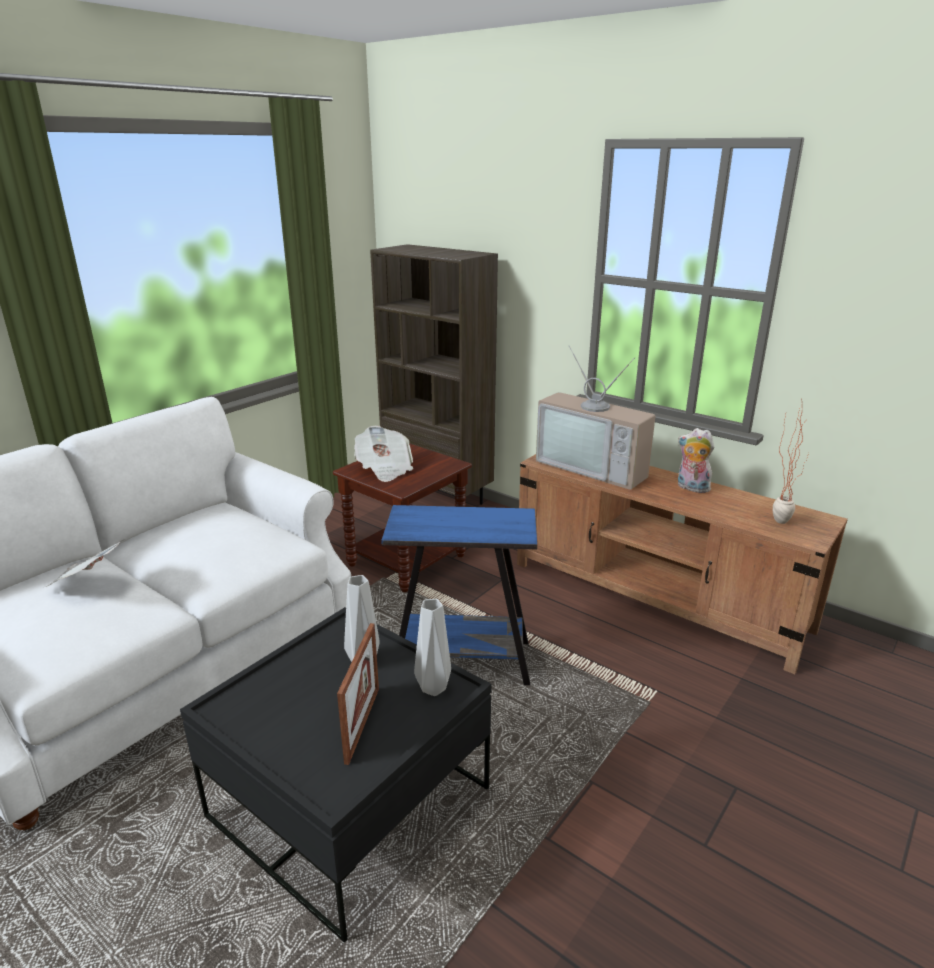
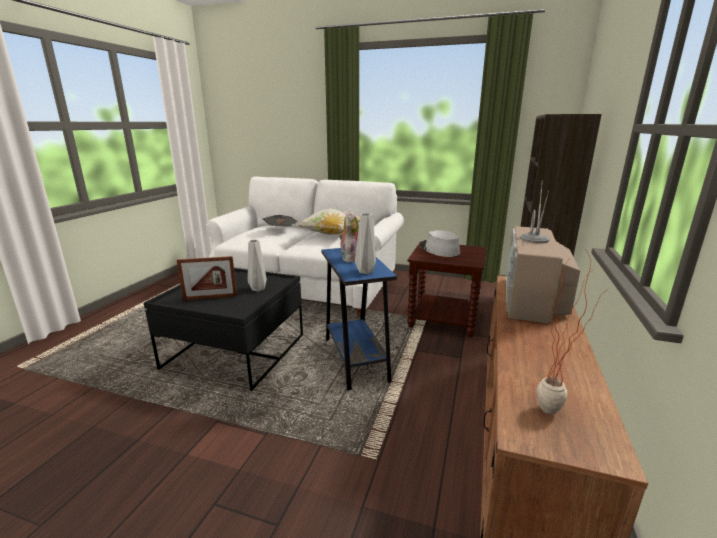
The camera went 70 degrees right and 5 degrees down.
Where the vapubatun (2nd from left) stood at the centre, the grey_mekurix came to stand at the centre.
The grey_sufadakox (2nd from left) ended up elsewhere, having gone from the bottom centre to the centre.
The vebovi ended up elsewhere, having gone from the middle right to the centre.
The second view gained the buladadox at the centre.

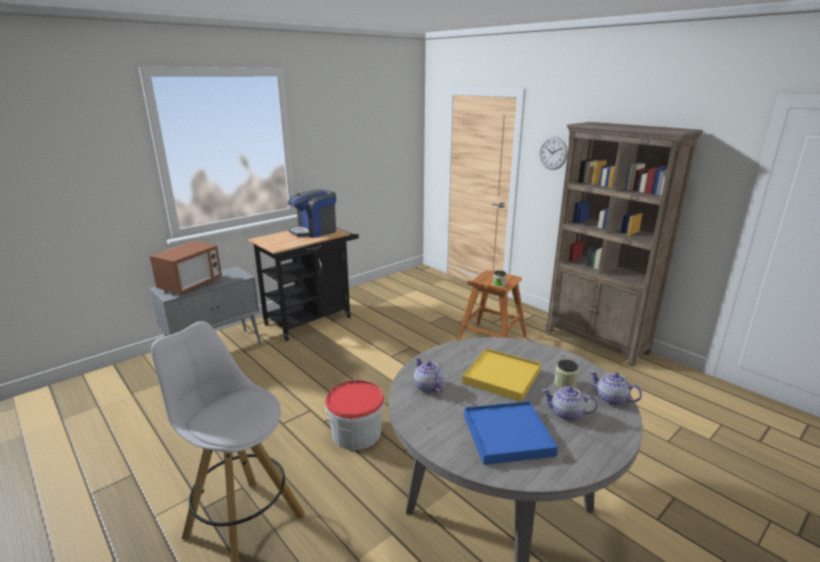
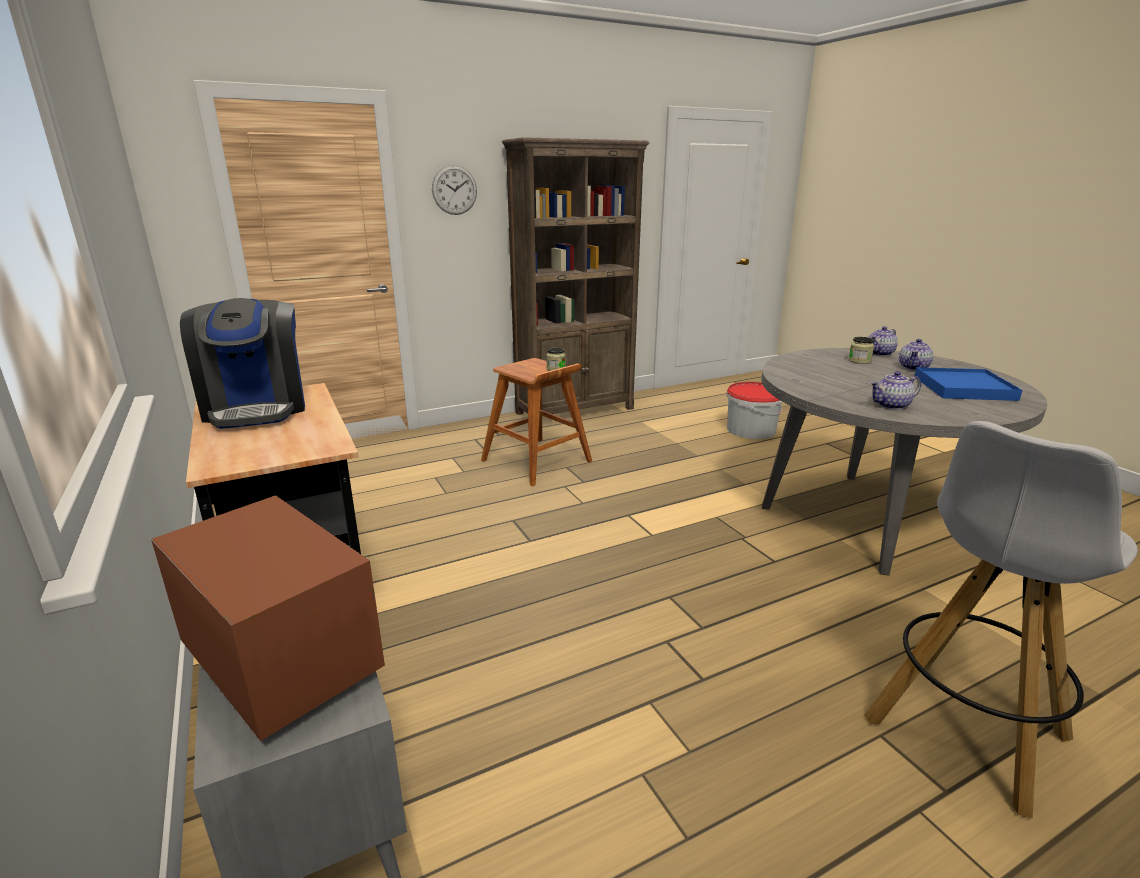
The camera went 75 degrees left and 0 degrees up.
The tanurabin ended up elsewhere, having gone from the bottom centre to the centre.
The second view lost the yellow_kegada at the bottom centre.

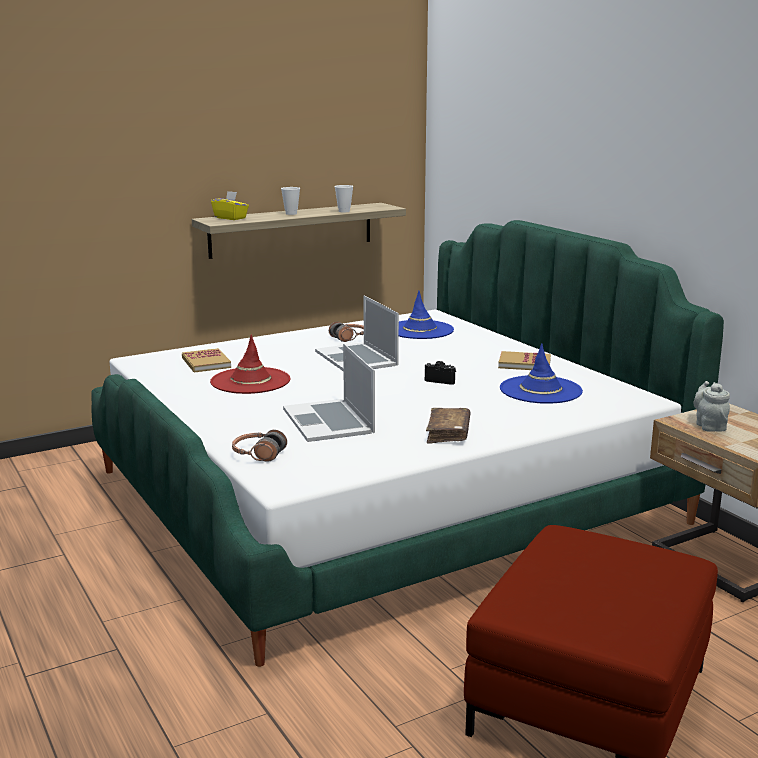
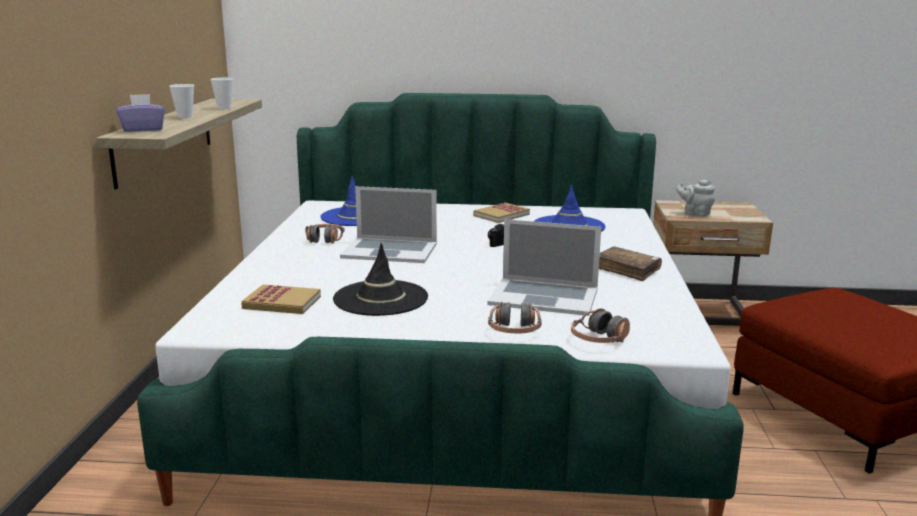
The camera went 55 degrees left and 0 degrees up.
What was the red_mekurix at the middle left turned into the black_mekurix at the centre.
What was the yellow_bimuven at the top left turned into the purple_bimuven at the top left.
The second view gained the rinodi (2nd from left) at the centre.

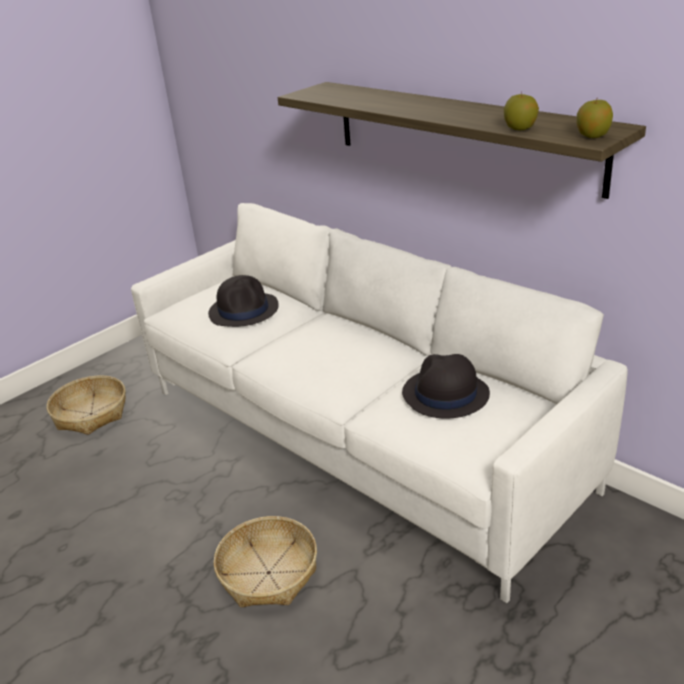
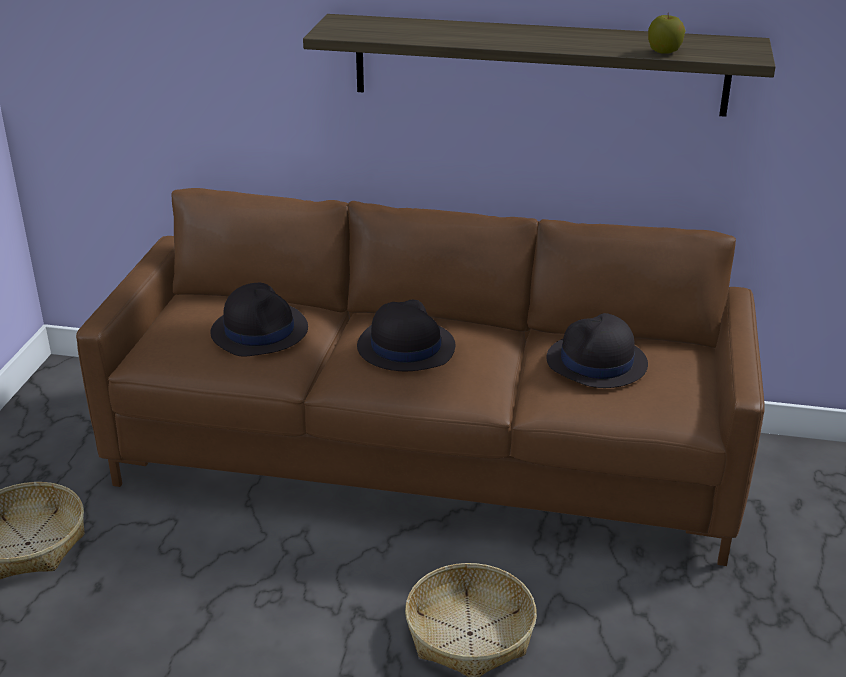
The camera went 35 degrees left and 0 degrees up.
What was the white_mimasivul at the centre turned into the brown_mimasivul at the centre.
The second view lost the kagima (2nd from left) at the top right.
The second view gained the black_mekurix (2nd from left) at the centre.

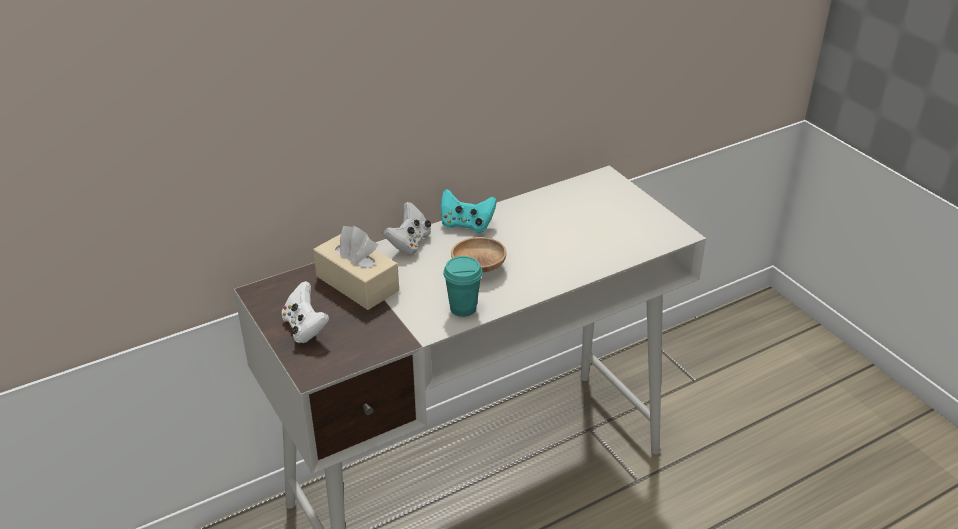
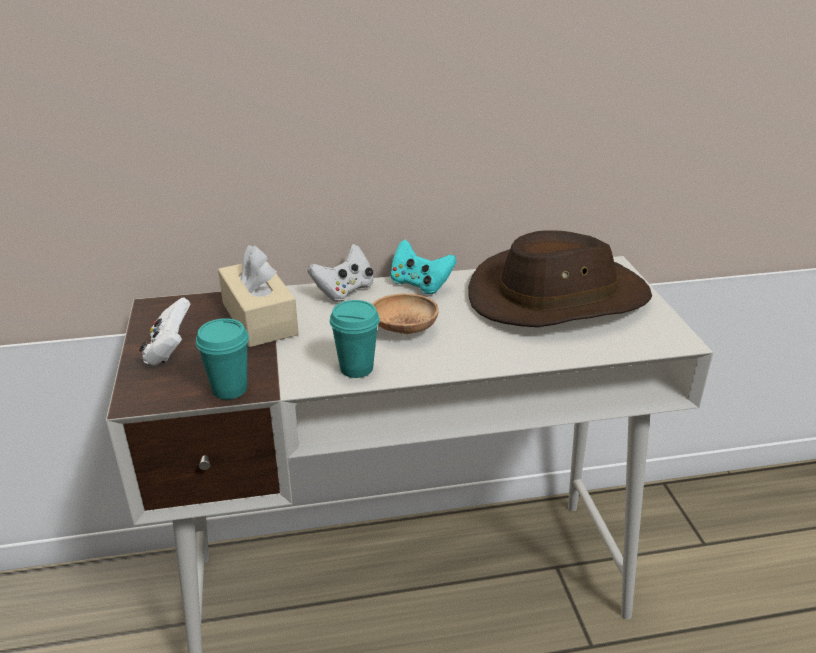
The camera went 20 degrees right and 5 degrees down.
The second view gained the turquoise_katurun (1st from left) at the middle left.
The second view gained the brown_mekurix at the middle right.

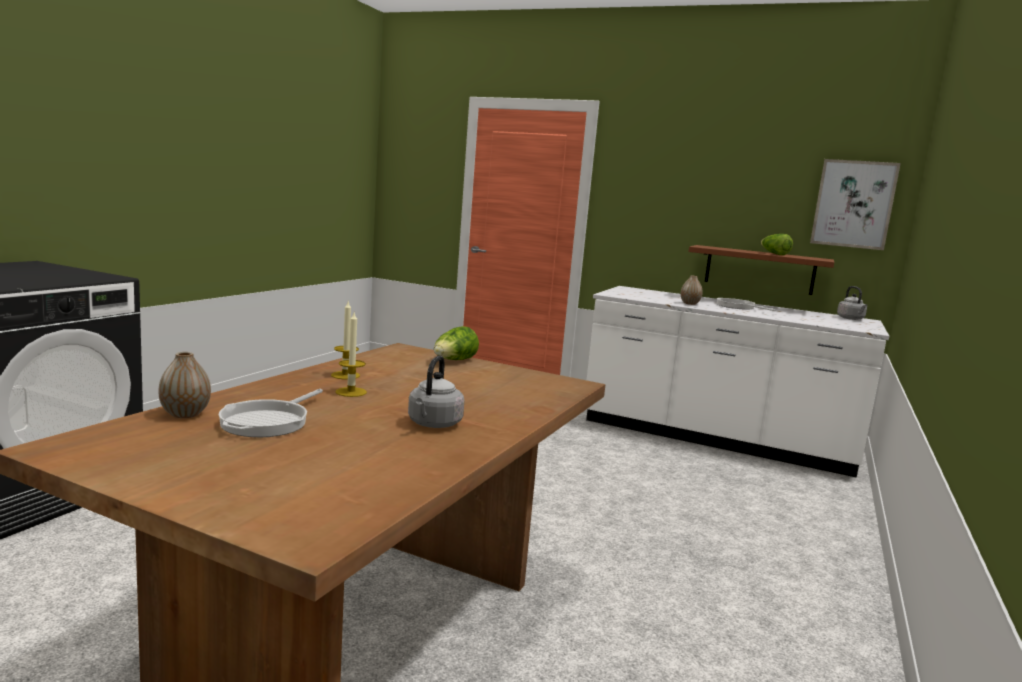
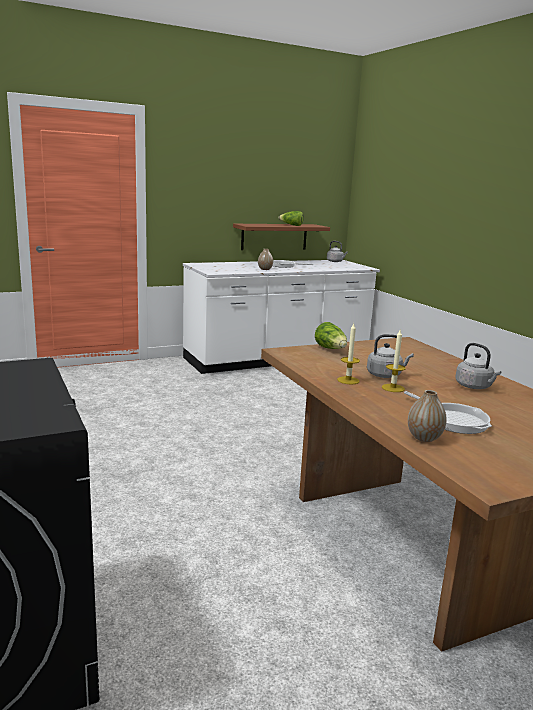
The camera went 50 degrees left and 5 degrees up.
The second view lost the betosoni at the top right.
The second view gained the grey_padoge (2nd from left) at the middle right.

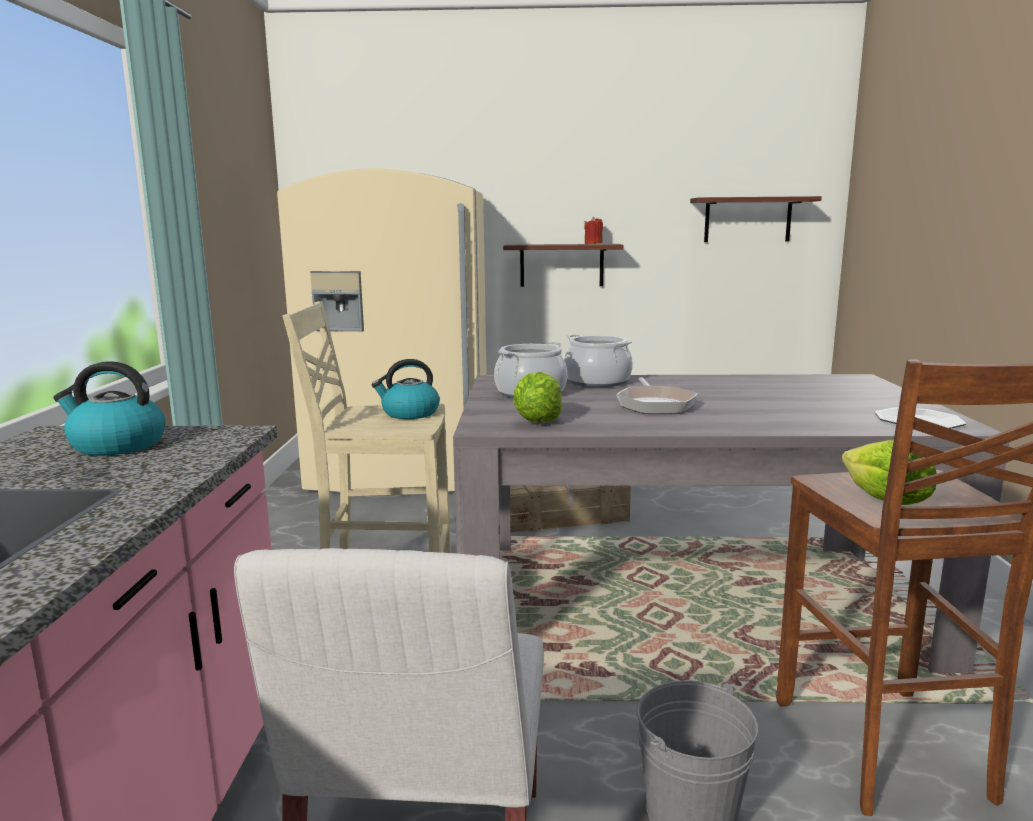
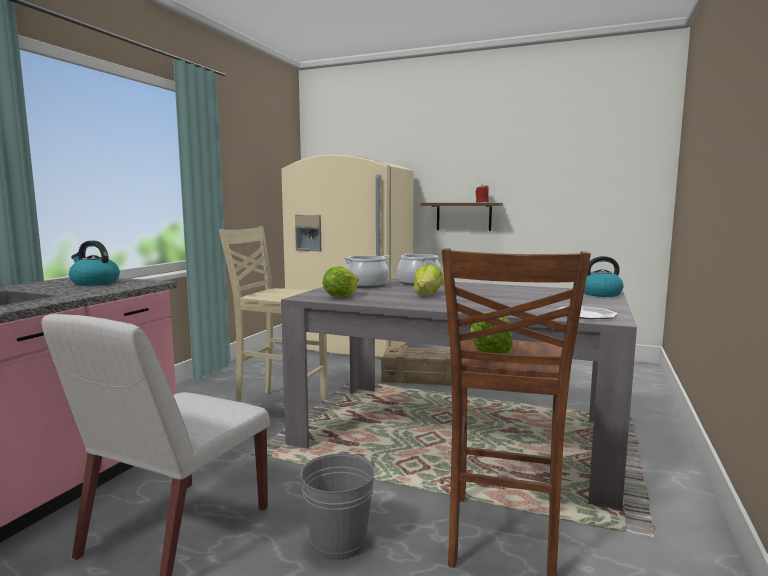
The camera went 20 degrees right and 5 degrees down.
The padoge (2nd from left) ended up elsewhere, having gone from the centre to the middle right.
Where the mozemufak stood at the centre, the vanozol (2nd from left) came to stand at the centre.
The second view lost the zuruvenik (2nd from left) at the top right.

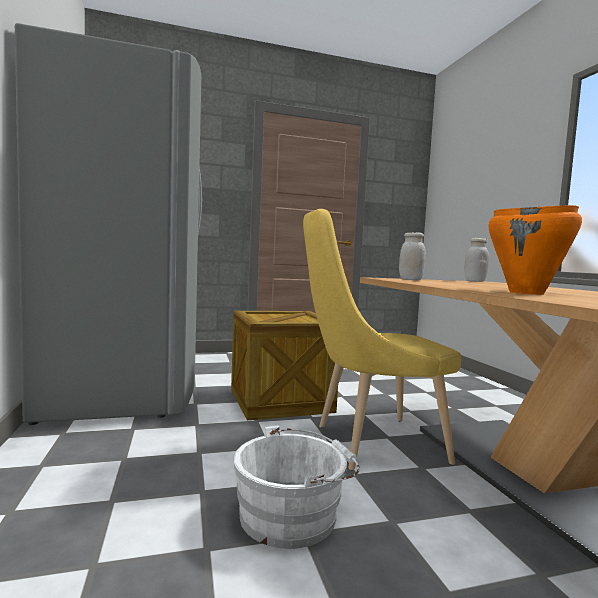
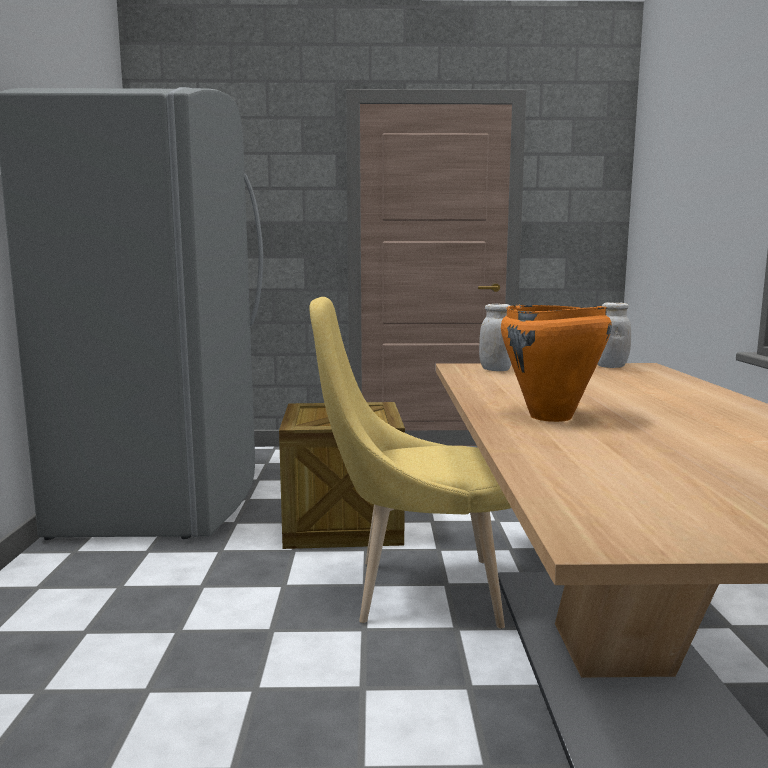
The camera went 15 degrees right and 5 degrees up.
The second view lost the white_tanurabin at the bottom centre.

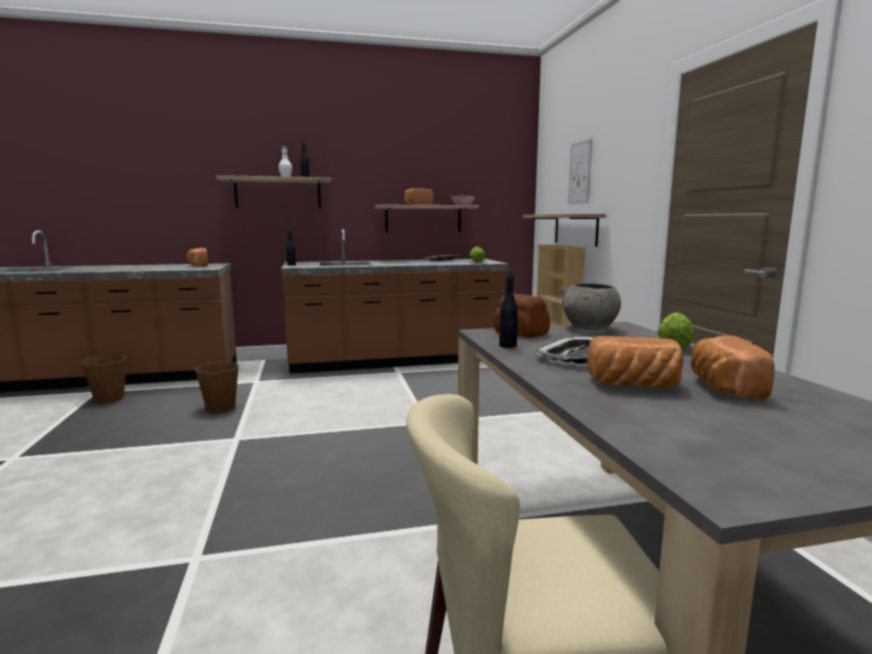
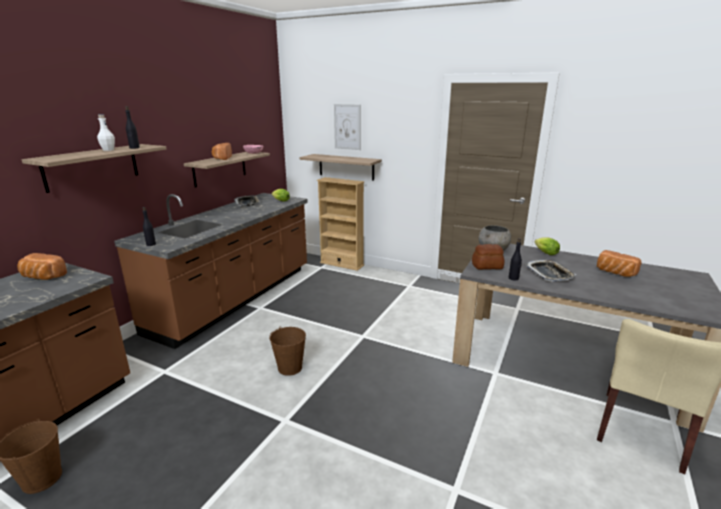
The camera went 50 degrees left and 10 degrees up.
The brown_tanurabin (2nd from left) ended up elsewhere, having gone from the middle left to the bottom centre.
The second view lost the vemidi (4th from left) at the middle right.

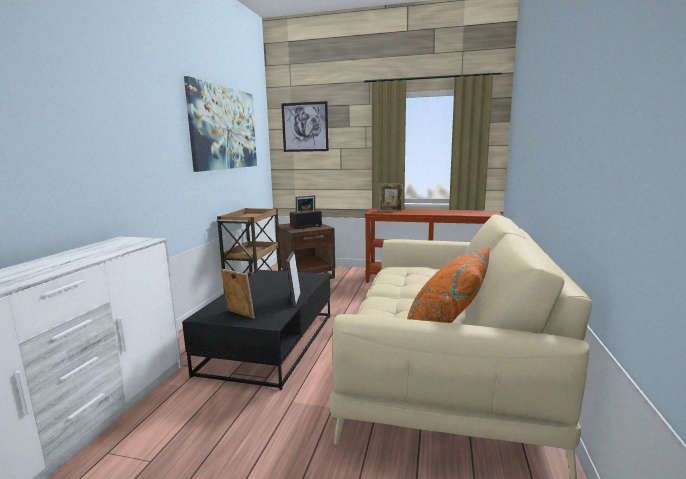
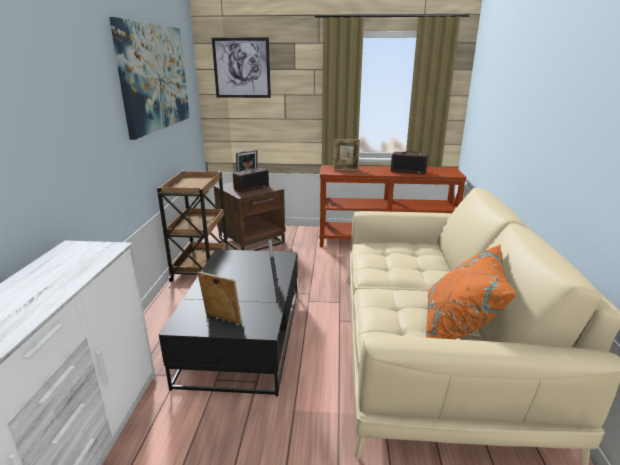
The camera went 10 degrees left and 10 degrees up.
The second view gained the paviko (2nd from left) at the centre.

